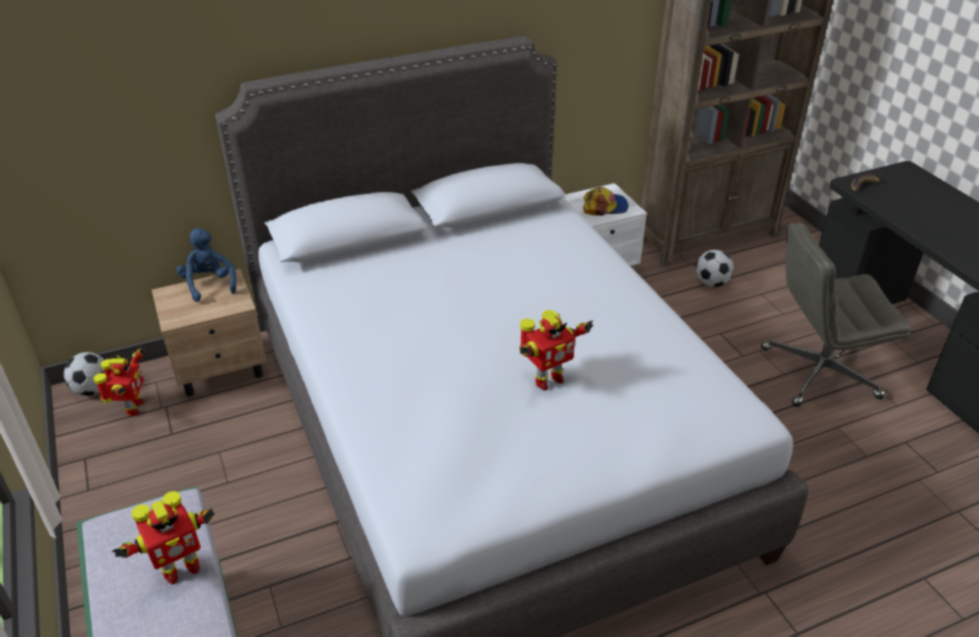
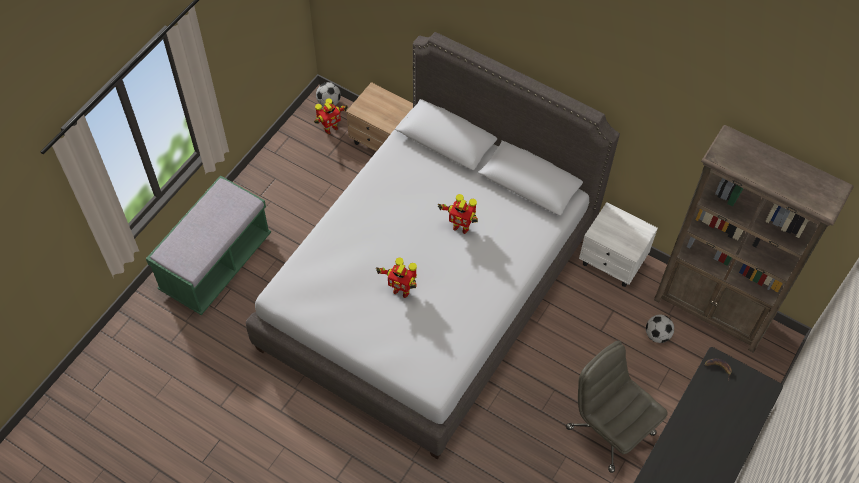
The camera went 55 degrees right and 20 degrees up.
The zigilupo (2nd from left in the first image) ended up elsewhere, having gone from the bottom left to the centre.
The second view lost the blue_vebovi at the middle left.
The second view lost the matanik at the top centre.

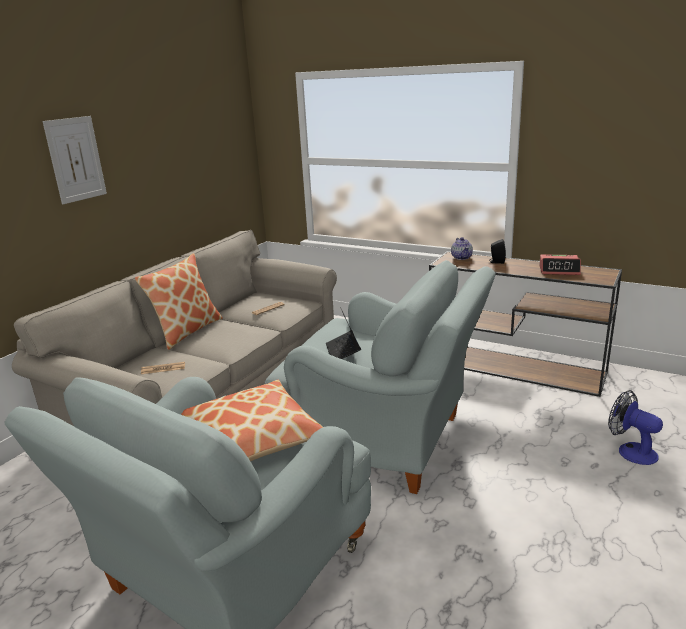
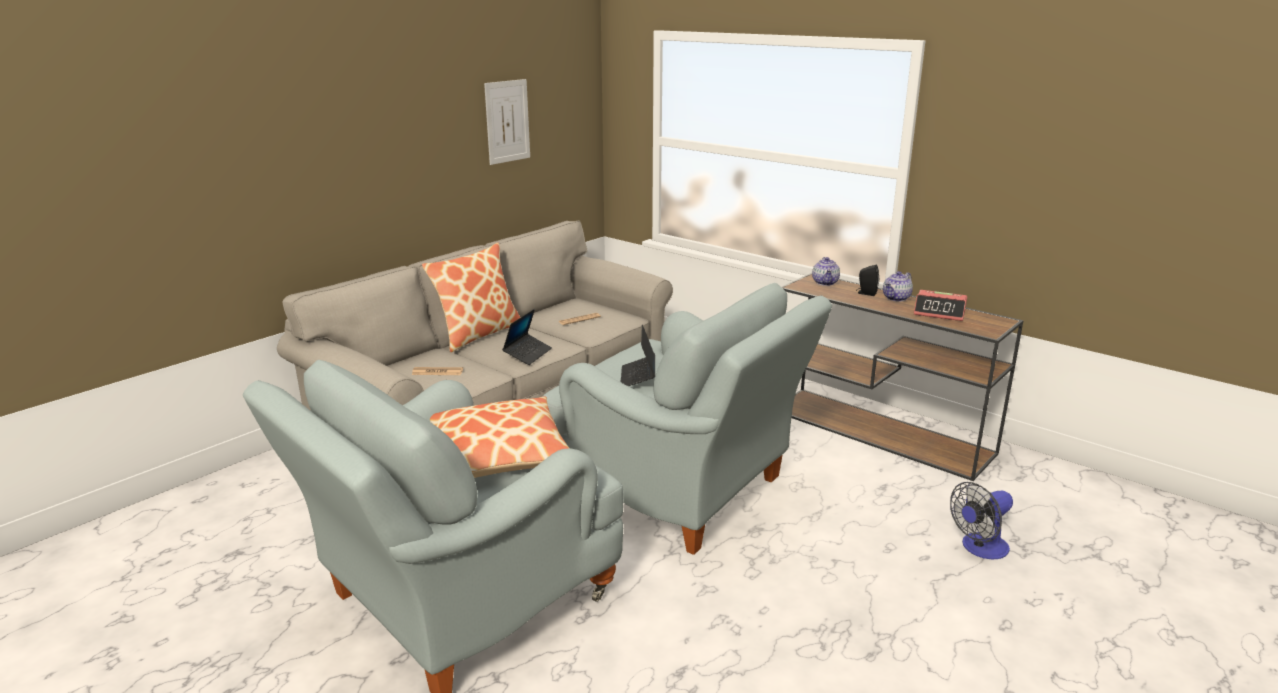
The camera went 10 degrees right and 0 degrees up.
The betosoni ended up elsewhere, having gone from the top left to the top centre.
The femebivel at the bottom right ended up facing another way, 90 degrees counterclockwise from before.
The second view gained the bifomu (1st from left) at the centre.
The second view gained the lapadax (2nd from left) at the middle right.

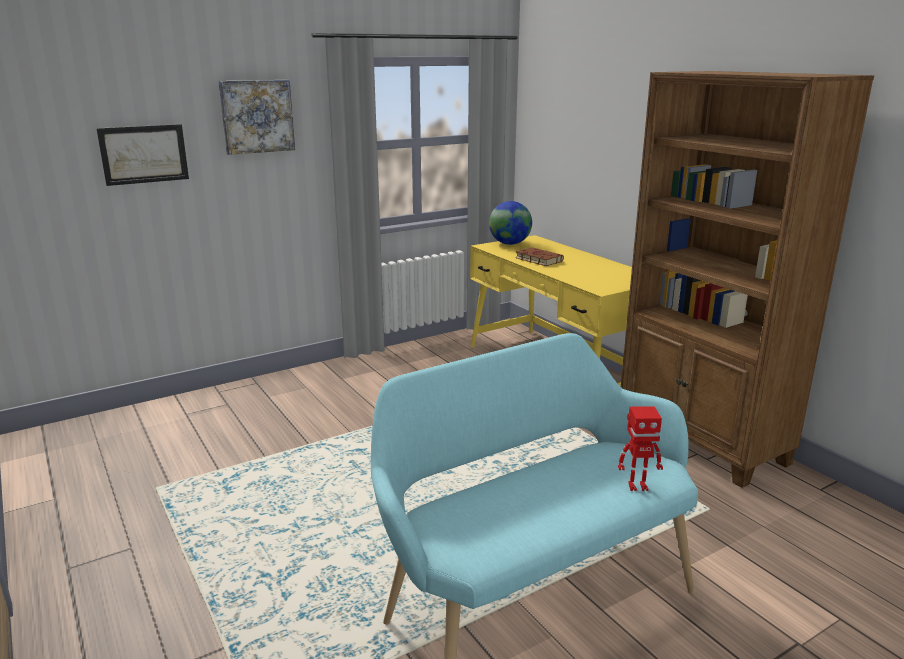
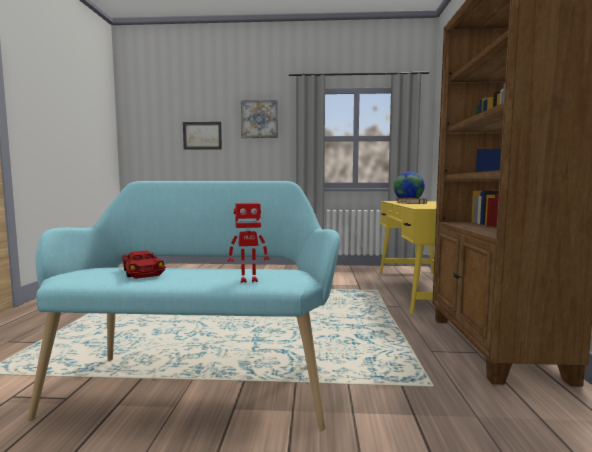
The camera went 35 degrees right and 15 degrees down.
The zigilupo at the bottom right ended up facing another way, 45 degrees counterclockwise from before.
The second view gained the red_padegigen at the middle left.

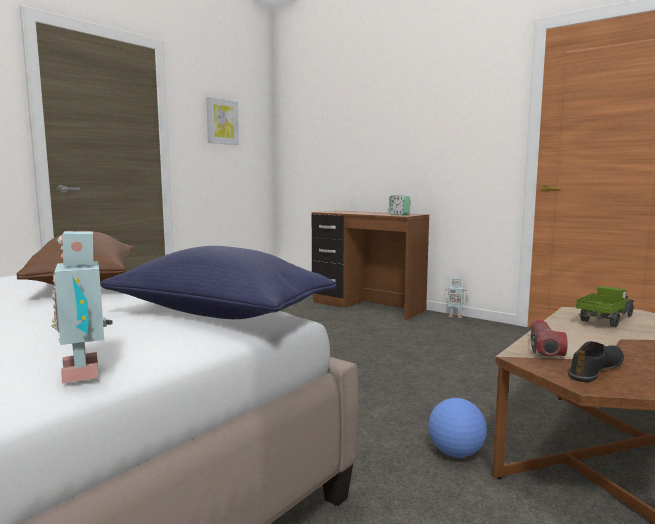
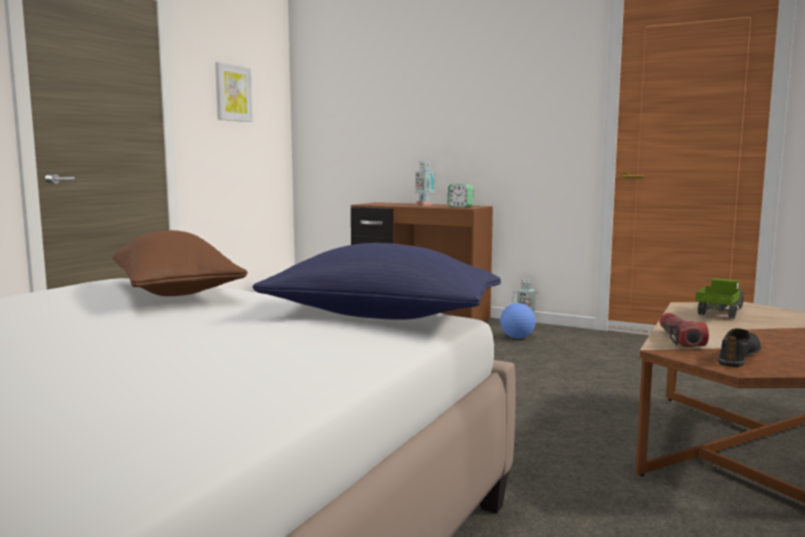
The camera went 10 degrees left and 0 degrees up.
The zigilupo (1st from left) ended up elsewhere, having gone from the middle left to the centre.
The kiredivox ended up elsewhere, having gone from the bottom right to the centre.

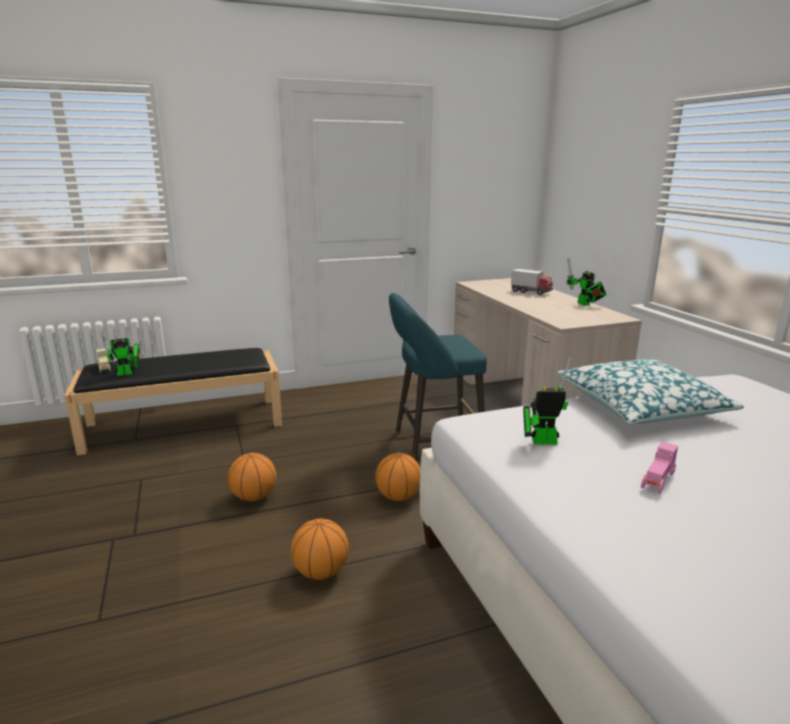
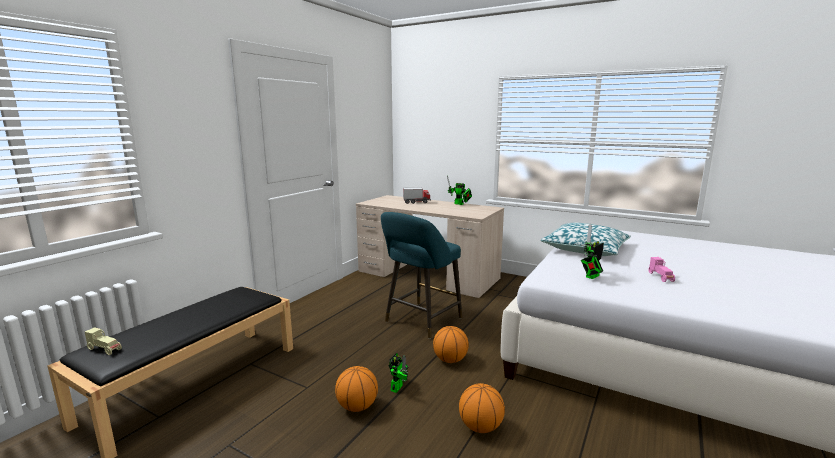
The camera went 40 degrees left and 5 degrees down.
The zigilupo (1st from left) ended up elsewhere, having gone from the middle left to the bottom centre.

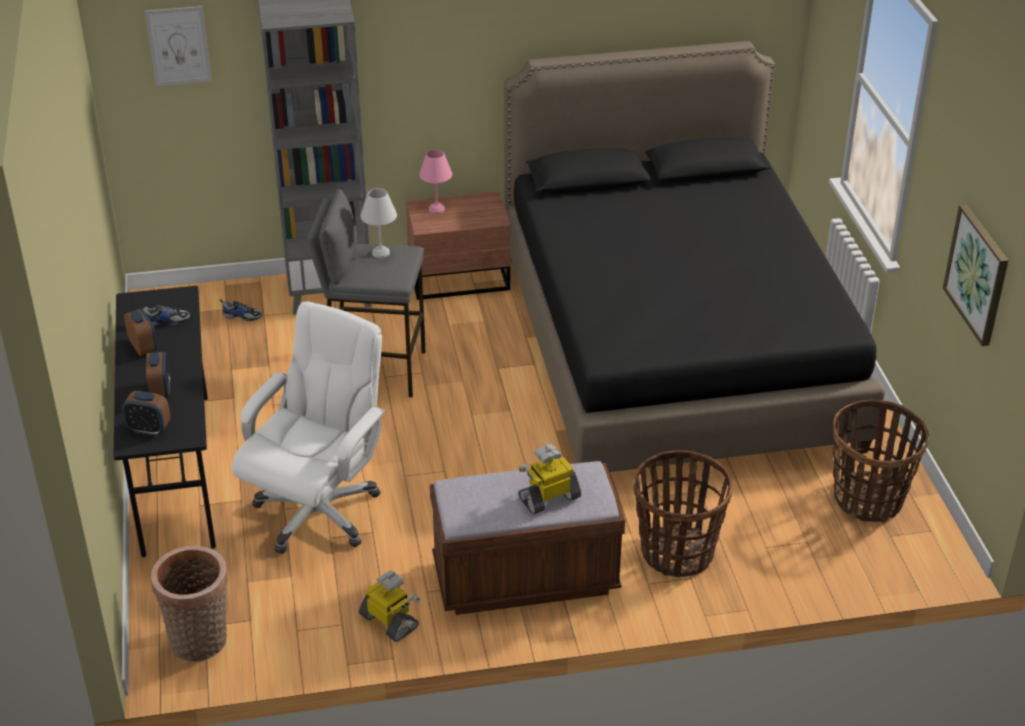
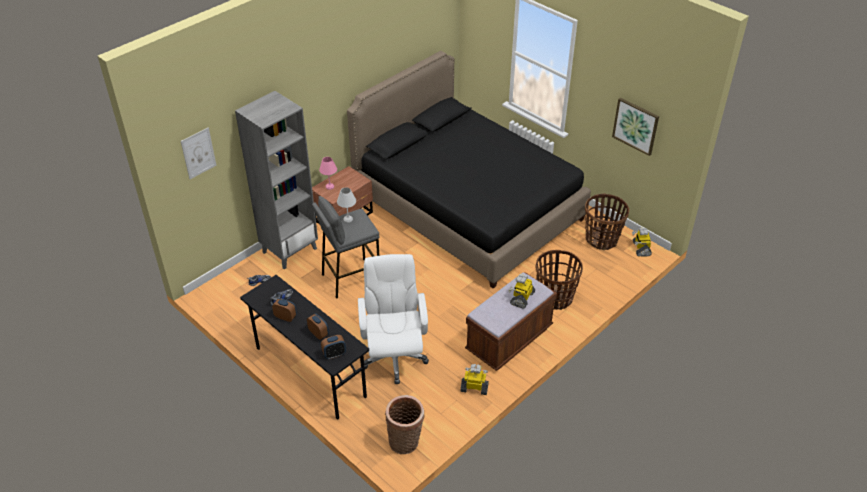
The camera went 35 degrees left and 5 degrees up.
The second view gained the zigilupo (3rd from left) at the middle right.

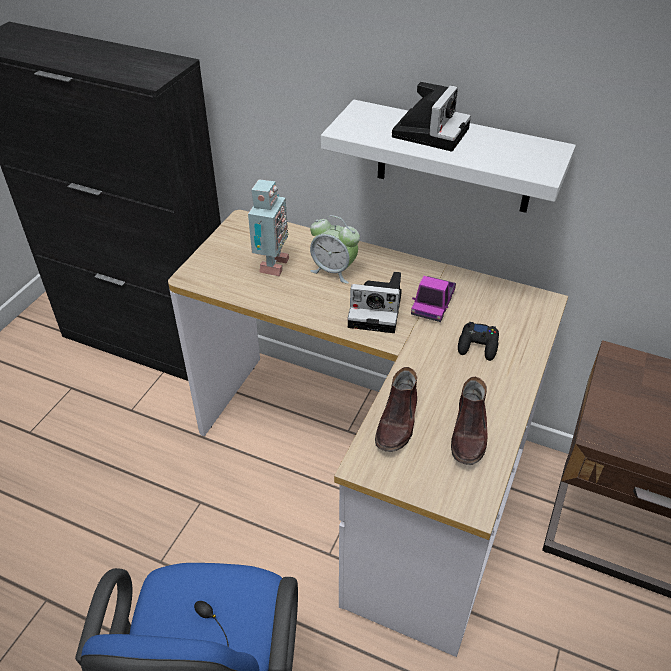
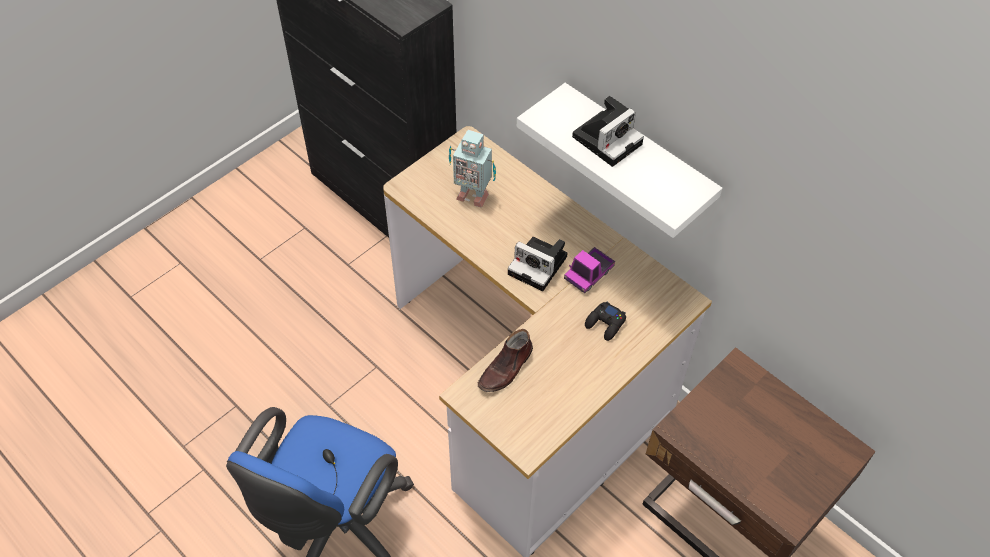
The camera went 20 degrees right and 10 degrees up.
The zigilupo at the centre ended up facing another way, 75 degrees clockwise from before.
The second view lost the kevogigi at the centre.
The second view lost the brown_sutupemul (2nd from left) at the middle right.

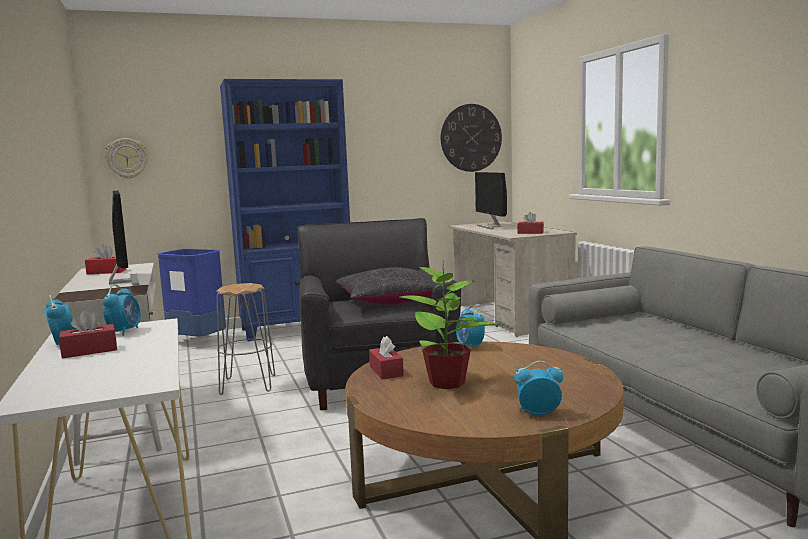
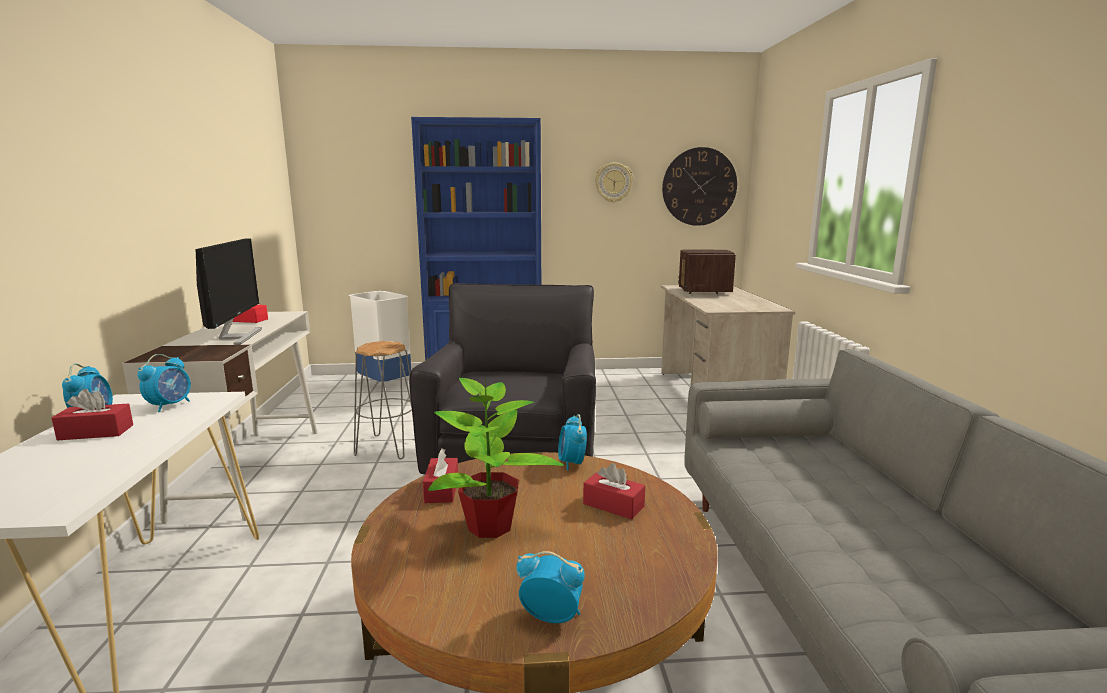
The camera went 15 degrees right and 5 degrees up.
The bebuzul (1st from left) ended up elsewhere, having gone from the top left to the top centre.
What was the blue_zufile at the middle left turned into the white_zufile at the centre.
The second view lost the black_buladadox at the centre.
Where the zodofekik (2nd from left) stood at the centre, the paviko came to stand at the centre.
The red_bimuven (4th from left) ended up elsewhere, having gone from the centre to the bottom centre.

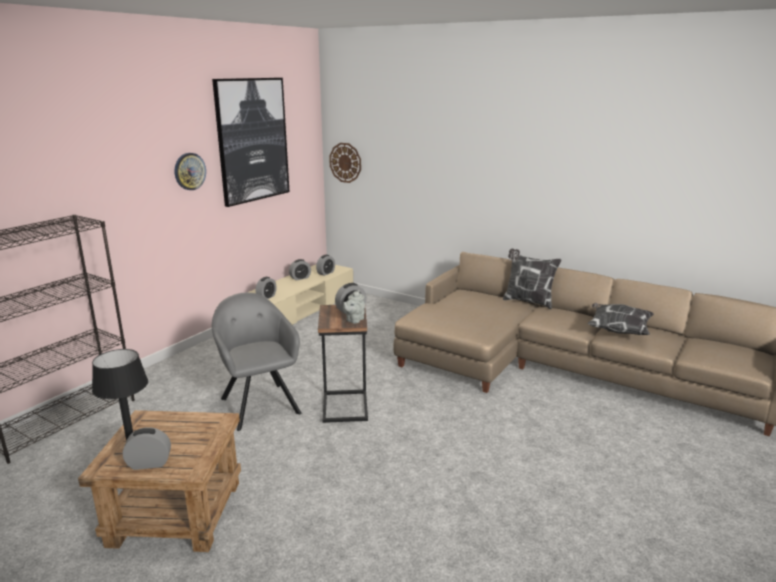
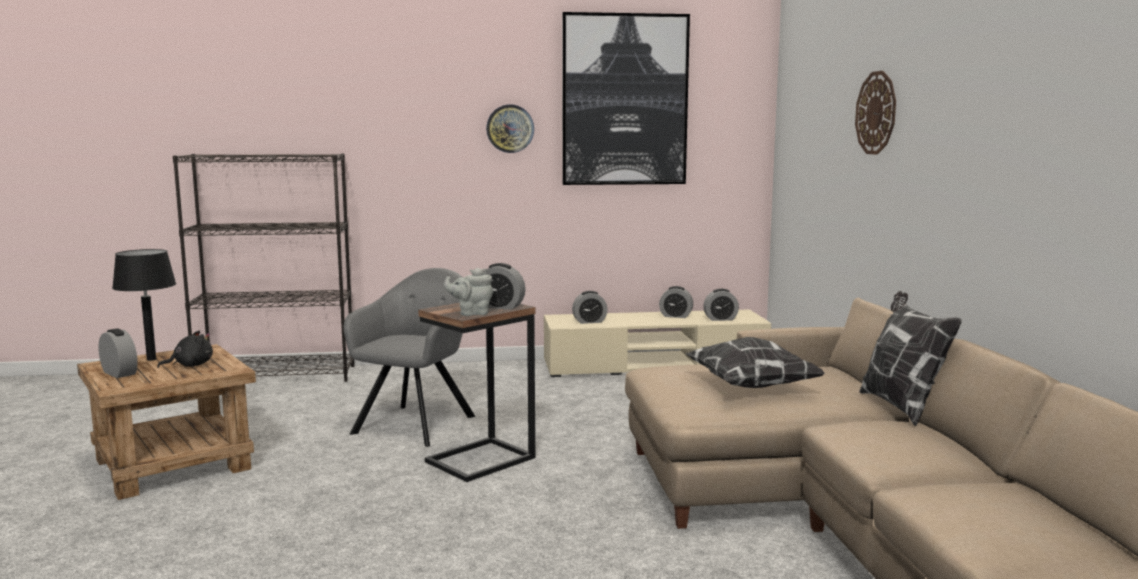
The camera went 50 degrees right and 10 degrees down.
The bebuzul (2nd from left) ended up elsewhere, having gone from the top centre to the top right.
The buladadox (2nd from left in the first image) ended up elsewhere, having gone from the middle right to the centre.
The second view gained the black_vebovi at the middle left.

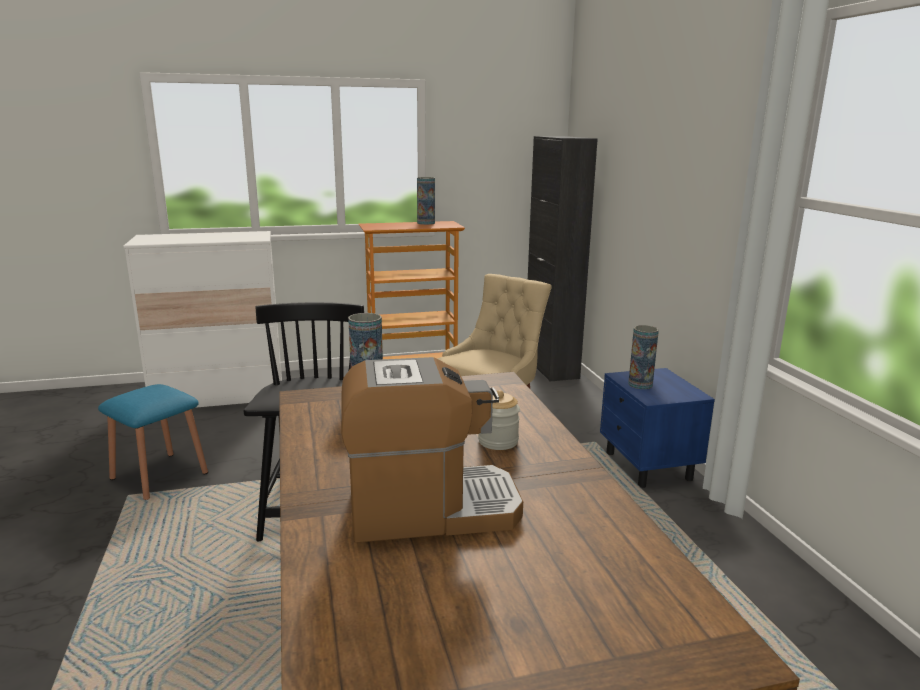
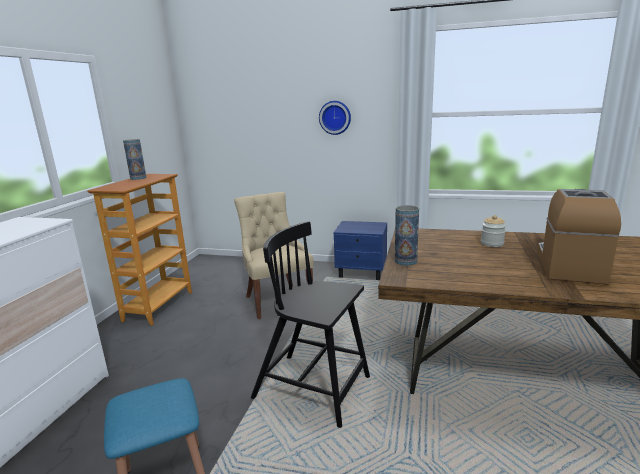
The camera went 60 degrees left and 0 degrees up.
The second view lost the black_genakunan at the centre.
The second view lost the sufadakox (3rd from left) at the middle right.
The second view gained the bebuzul at the top centre.

